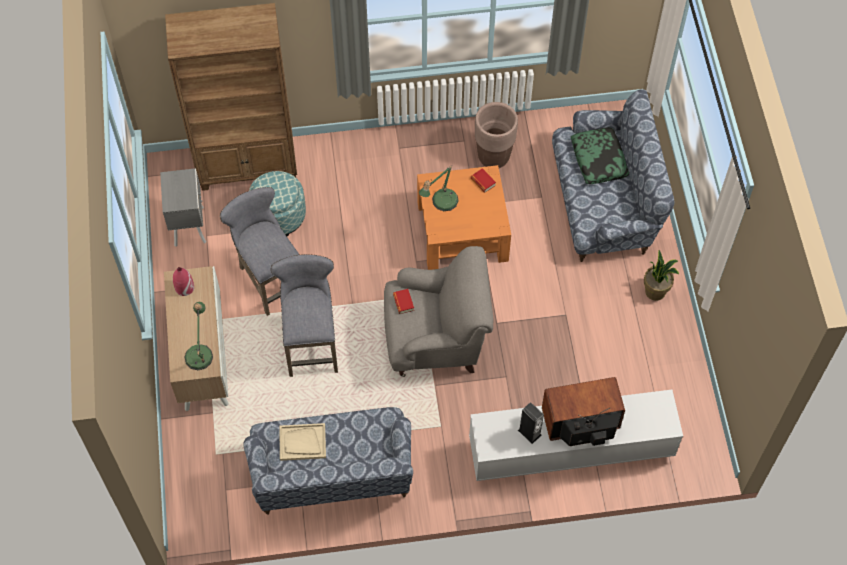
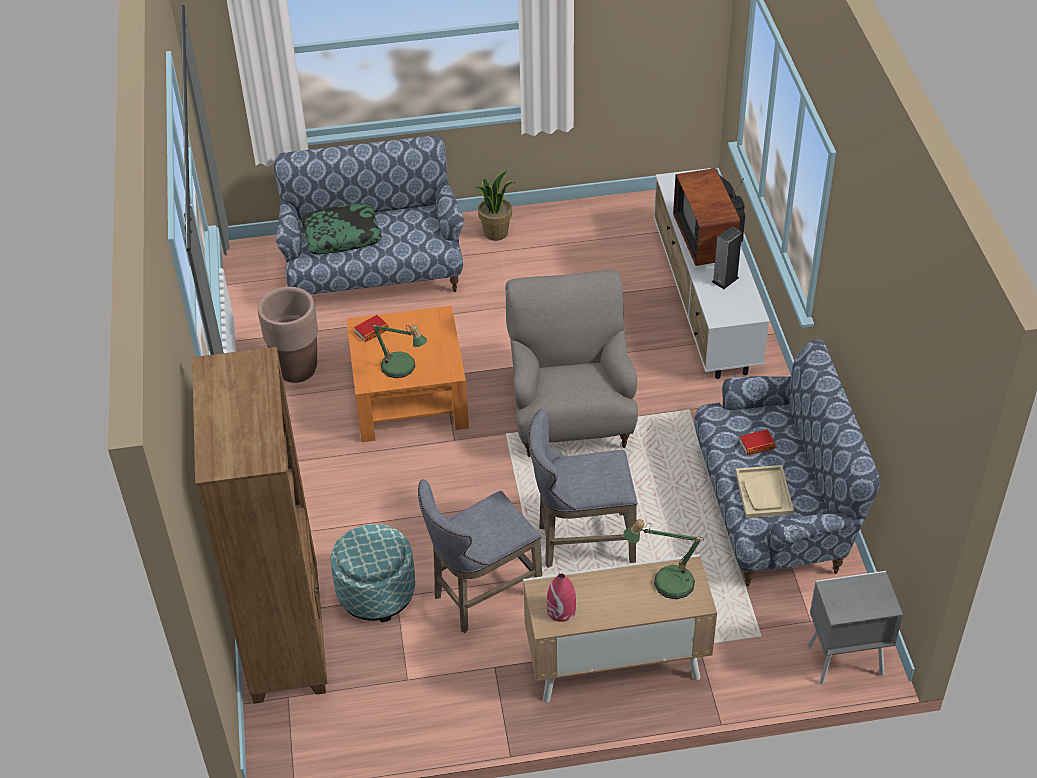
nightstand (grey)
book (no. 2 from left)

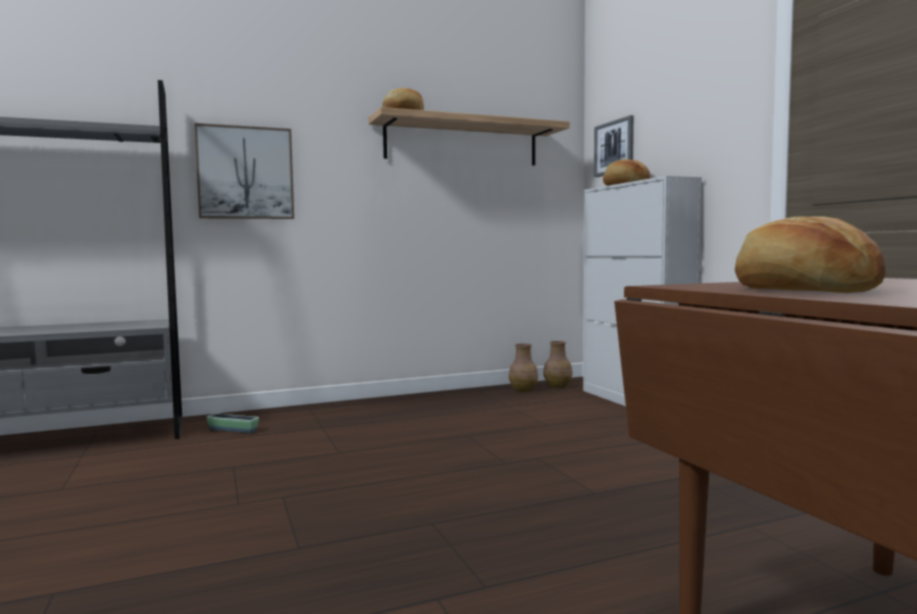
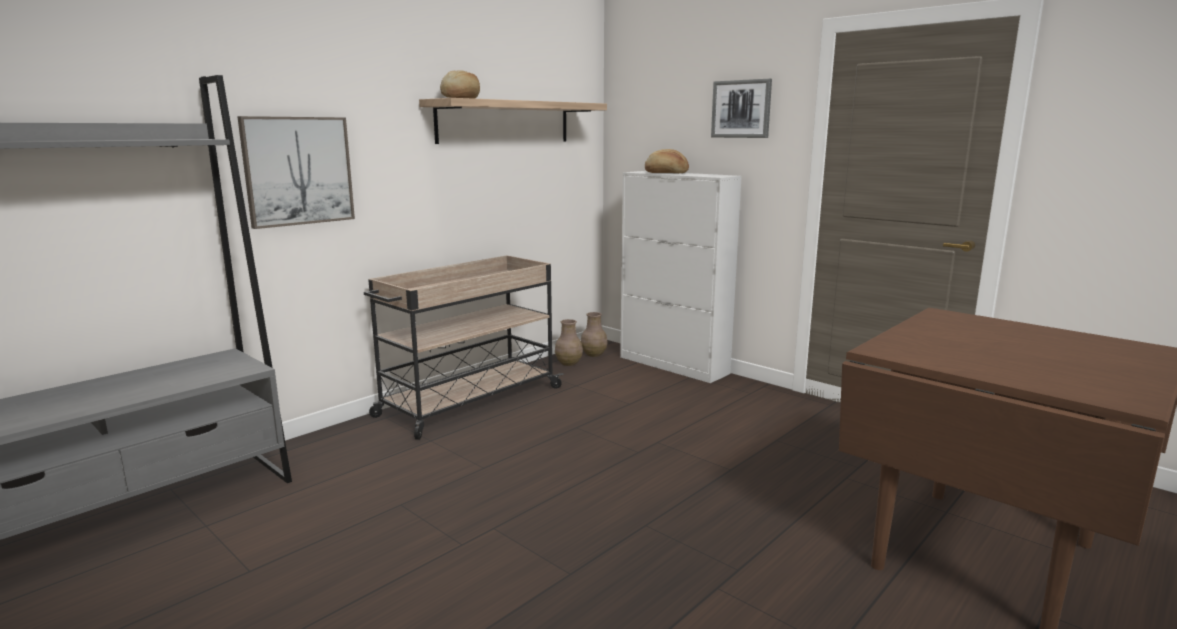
planter
picture (no. 2 from left)
bread (no. 3 from left in the first image)
cart (beige)

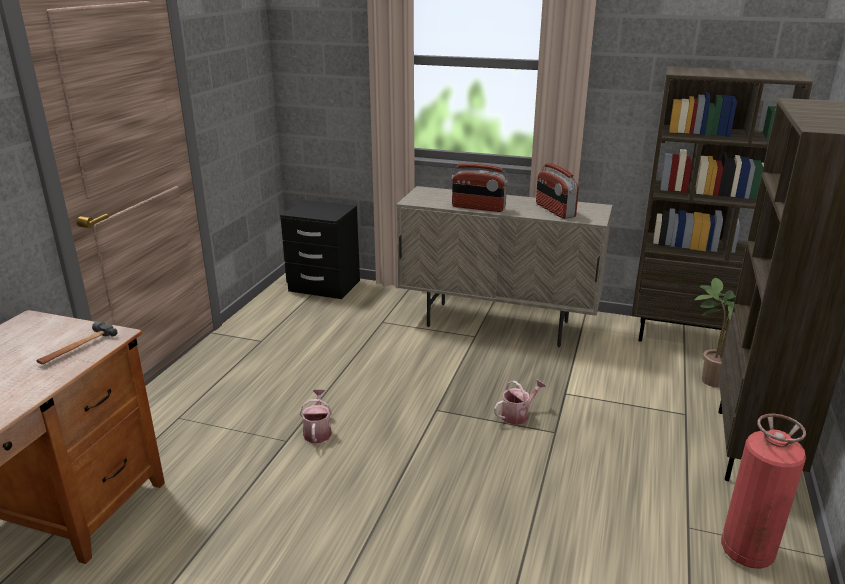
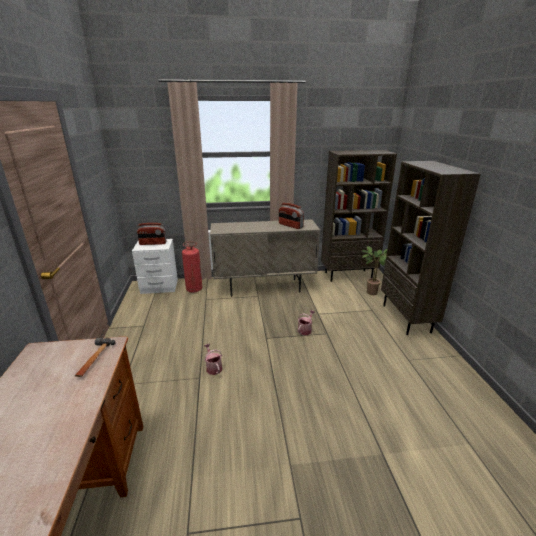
nightstand (white)
radio (no. 1 from left)
fire extinguisher

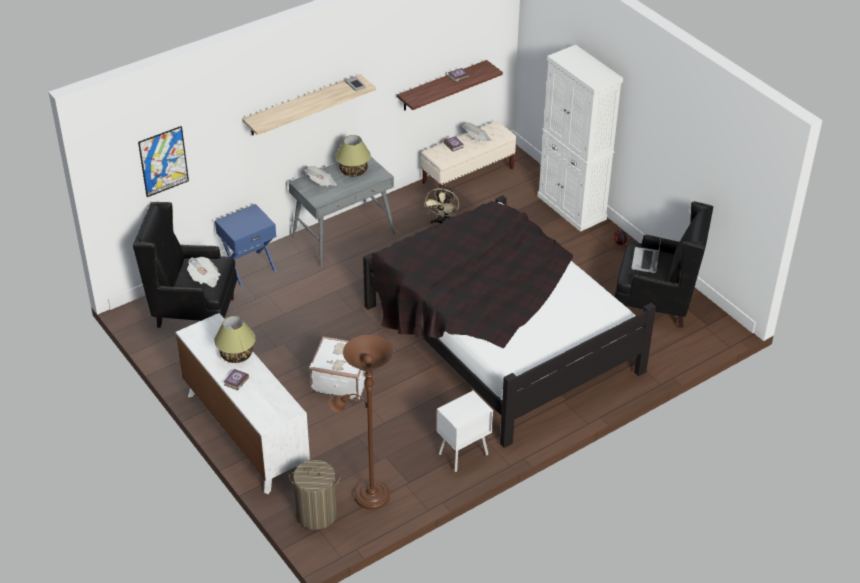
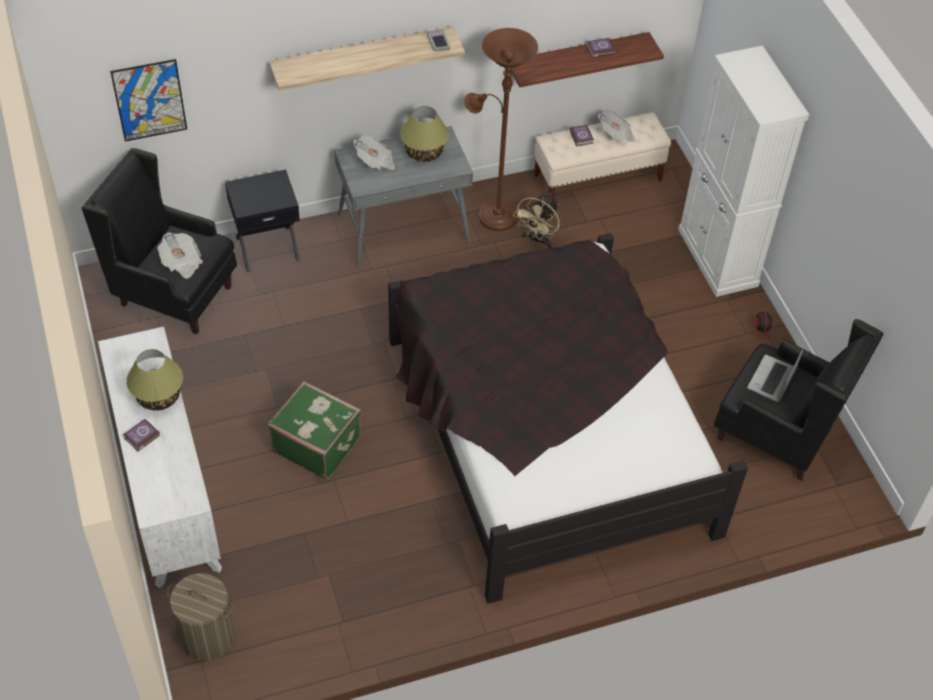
nightstand (black)
suitcase (green)
floor lamp (brown)
nightstand (white)

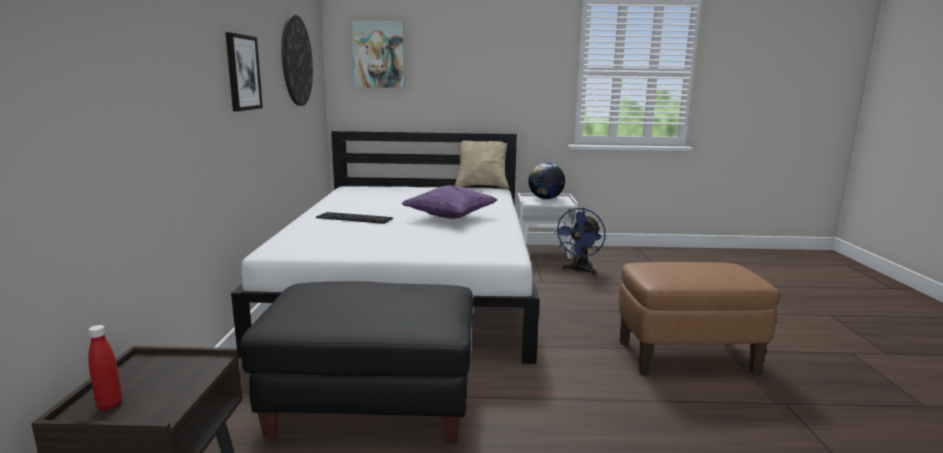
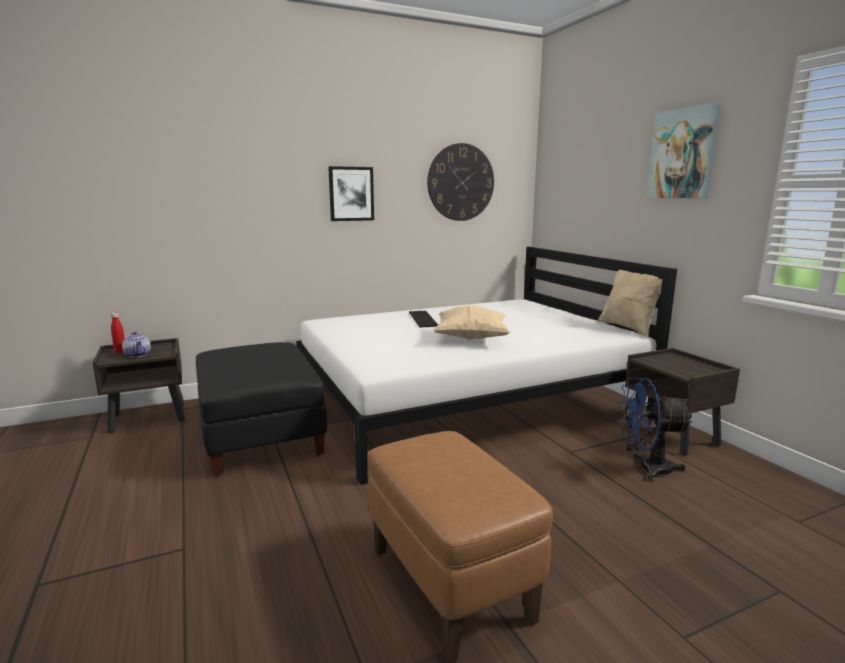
picture (no. 2 from left)
pillow (beige) (no. 1 from left)
nightstand (brown) (no. 2 from left)
globe
teapot

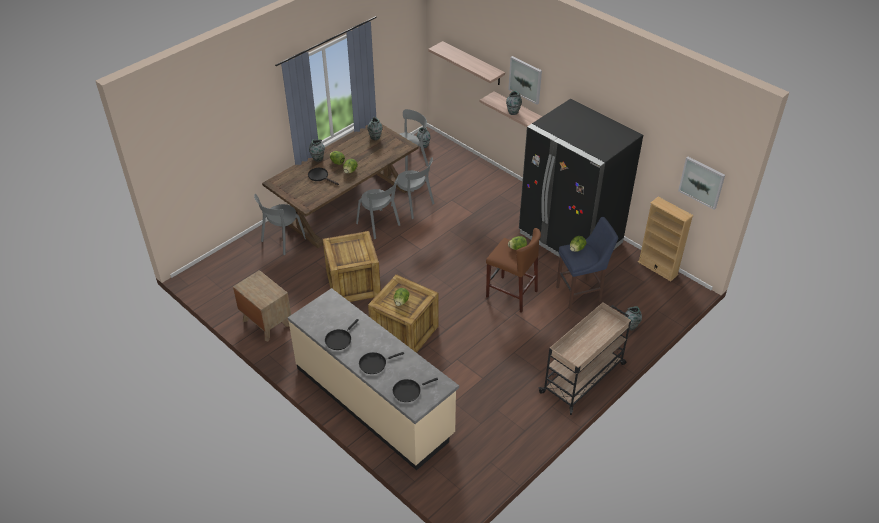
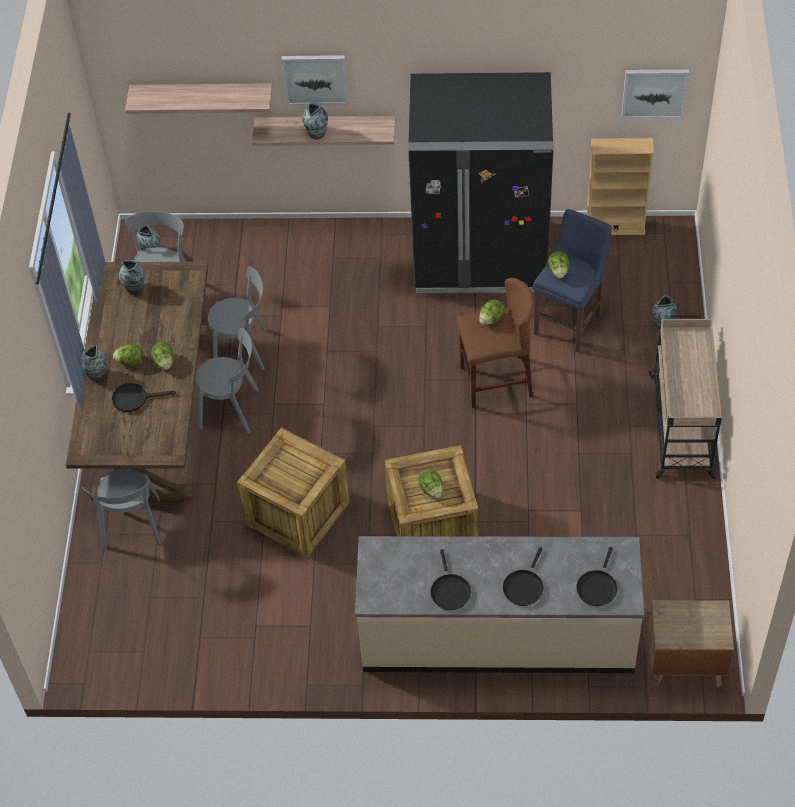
nightstand (brown)

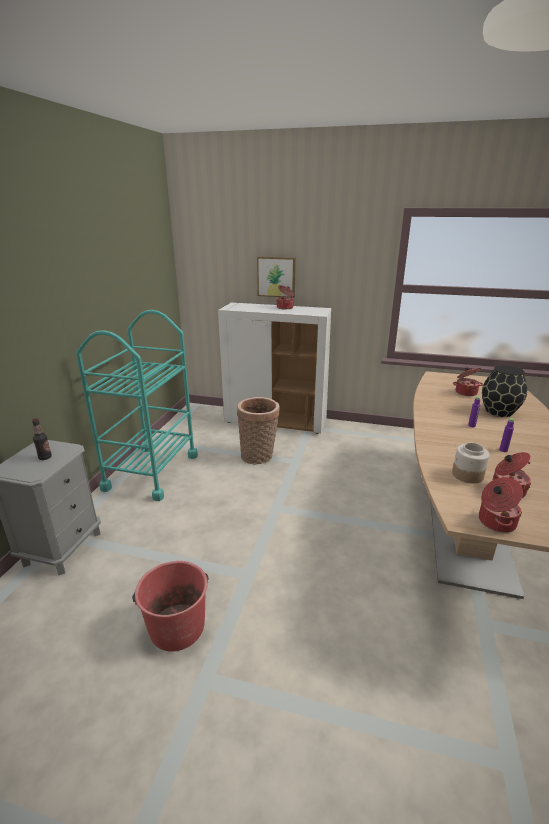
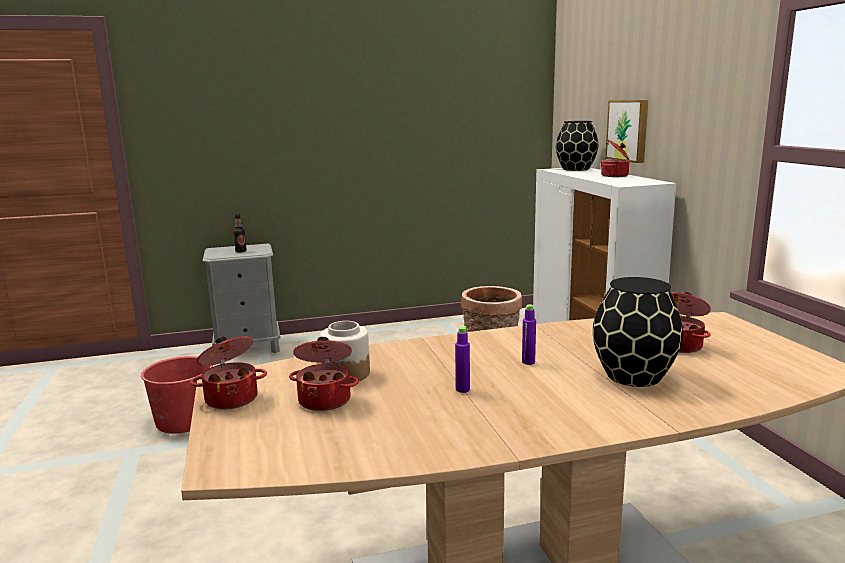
cart (turquoise)
vase (black) (no. 1 from left)

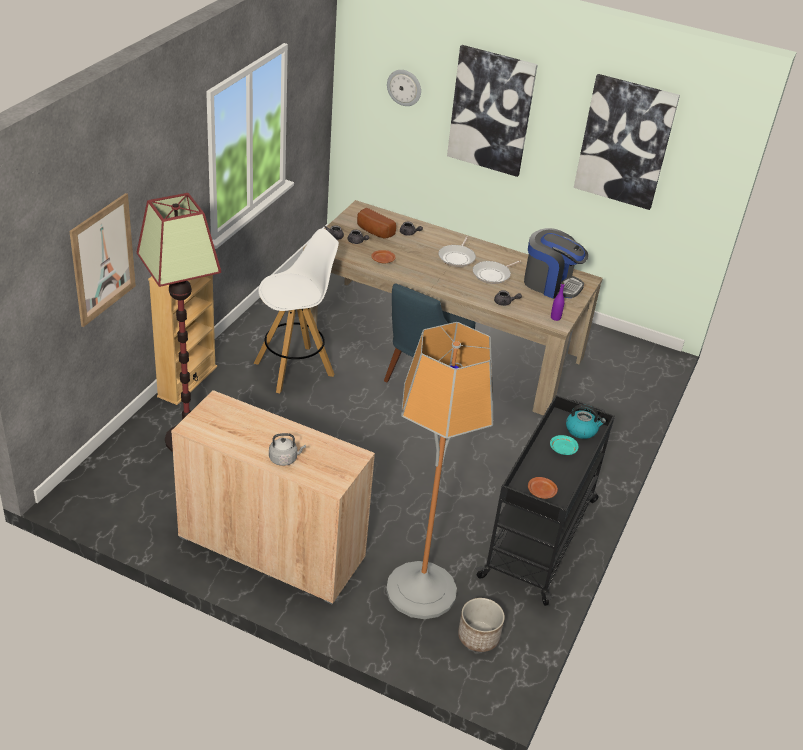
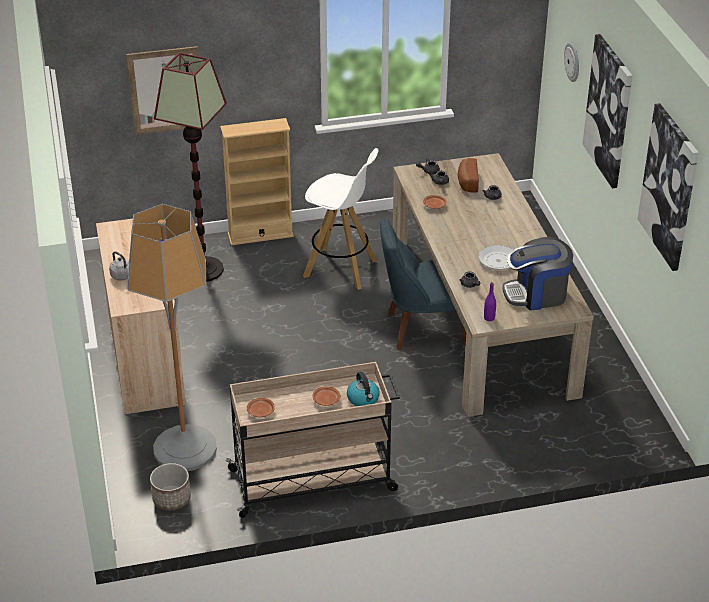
frying pan (no. 1 from left in the first image)
cart (beige)
coffee machine
plate (brown) (no. 2 from left)

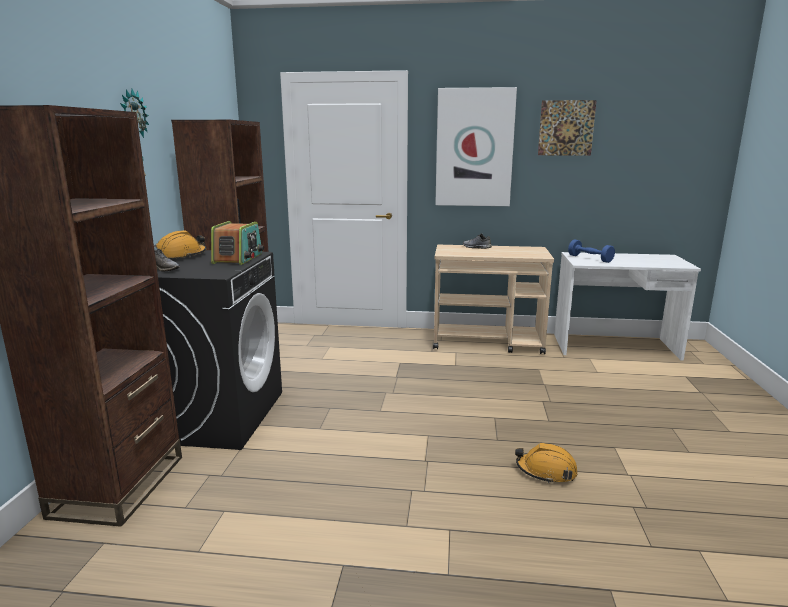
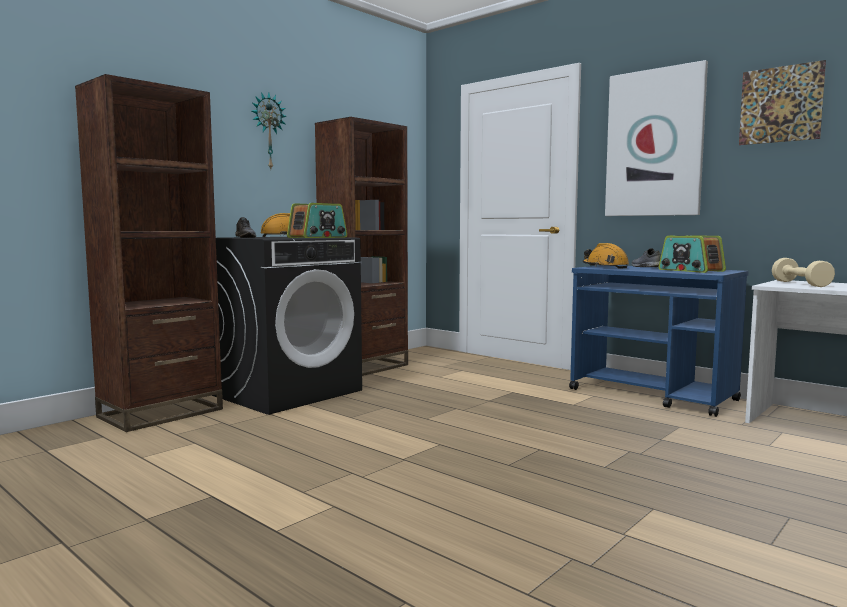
cart (blue)
hard hat (orange) (no. 2 from left)
dumbbell (beige)
radio (no. 2 from left)

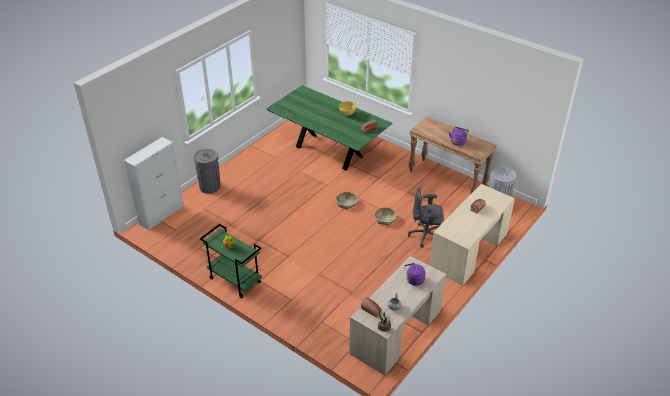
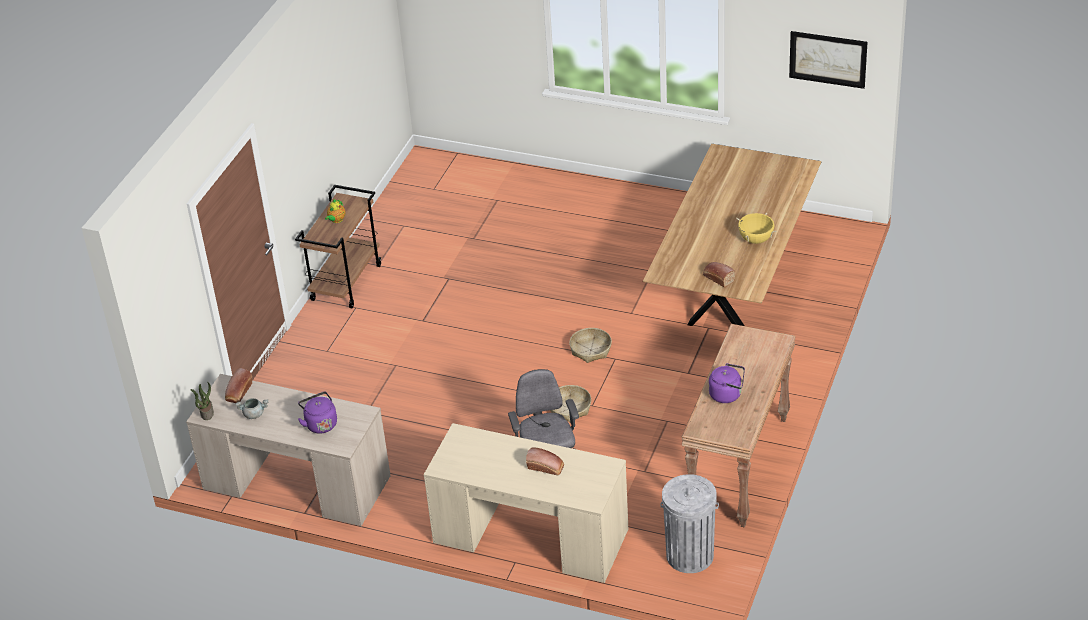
cabinet (white)
trash can (grey) (no. 1 from left in the first image)
cart (brown)
dining table (brown)
picture

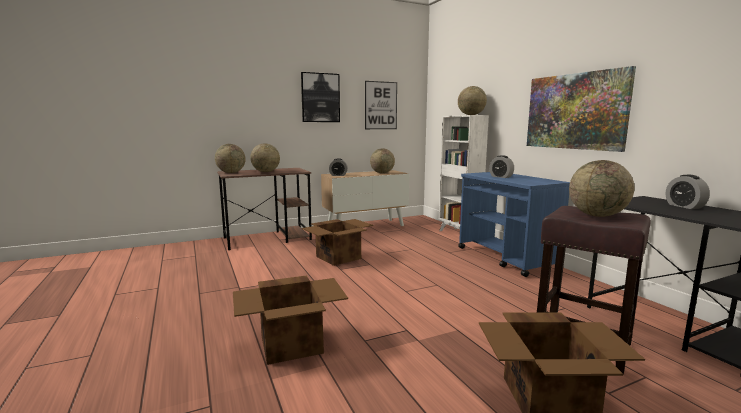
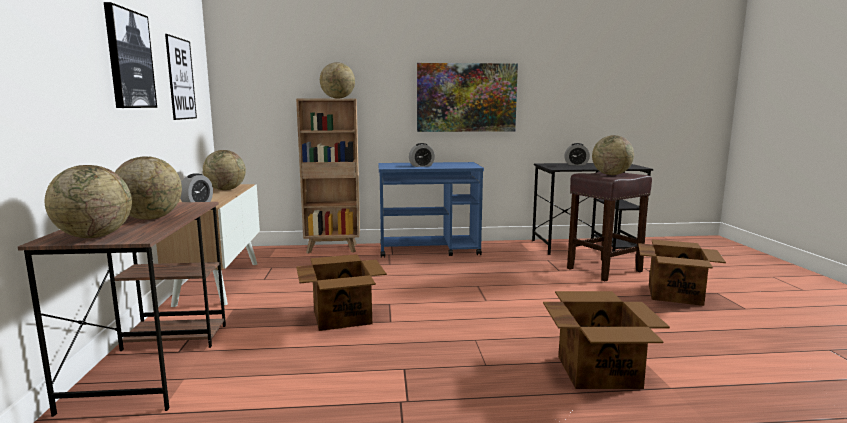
bookcase (brown)

